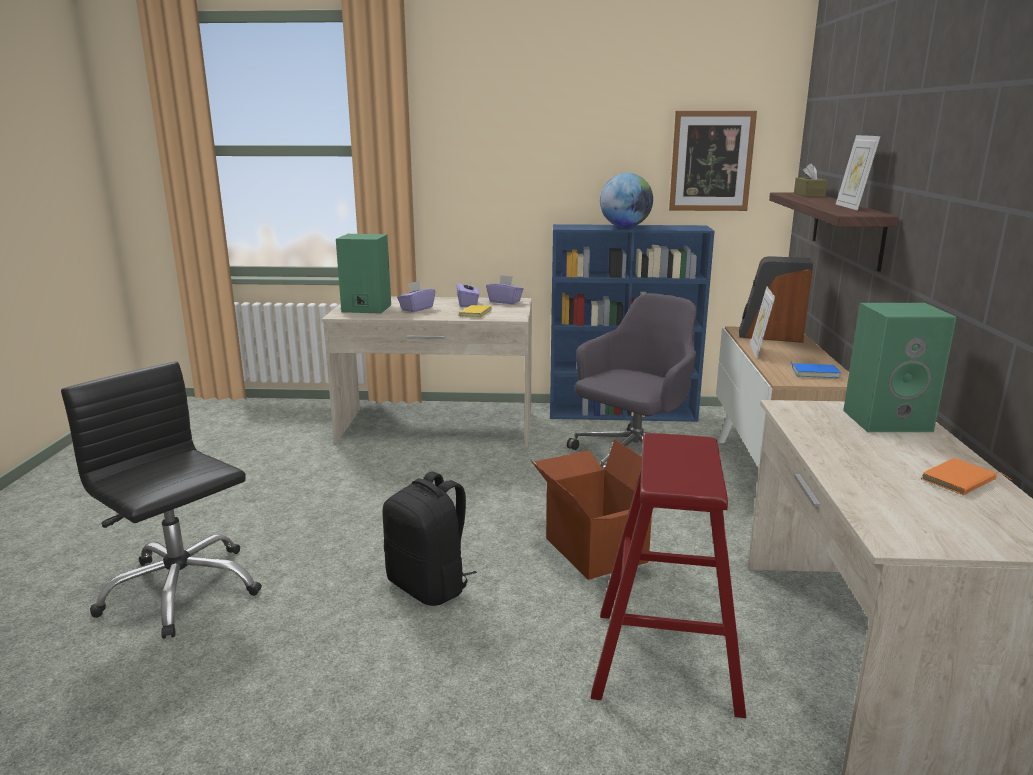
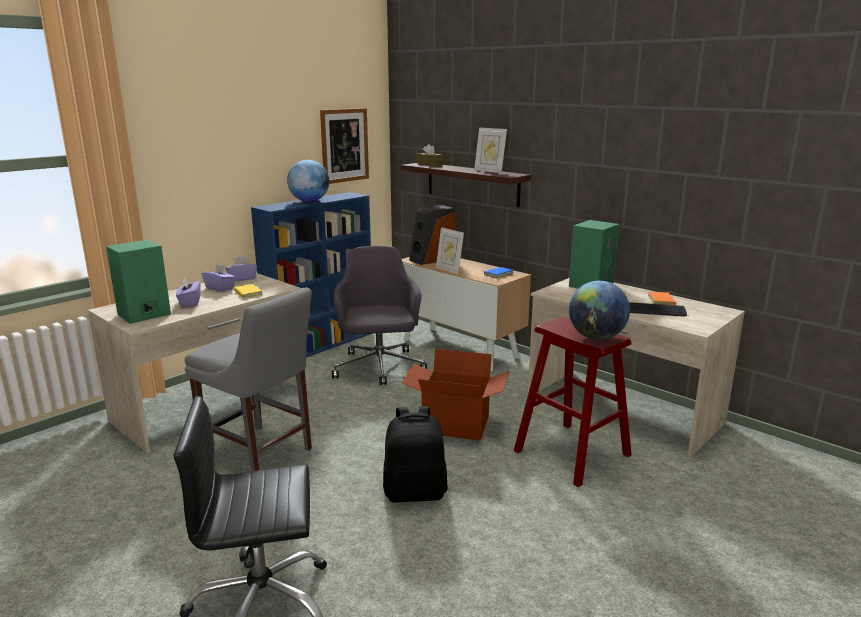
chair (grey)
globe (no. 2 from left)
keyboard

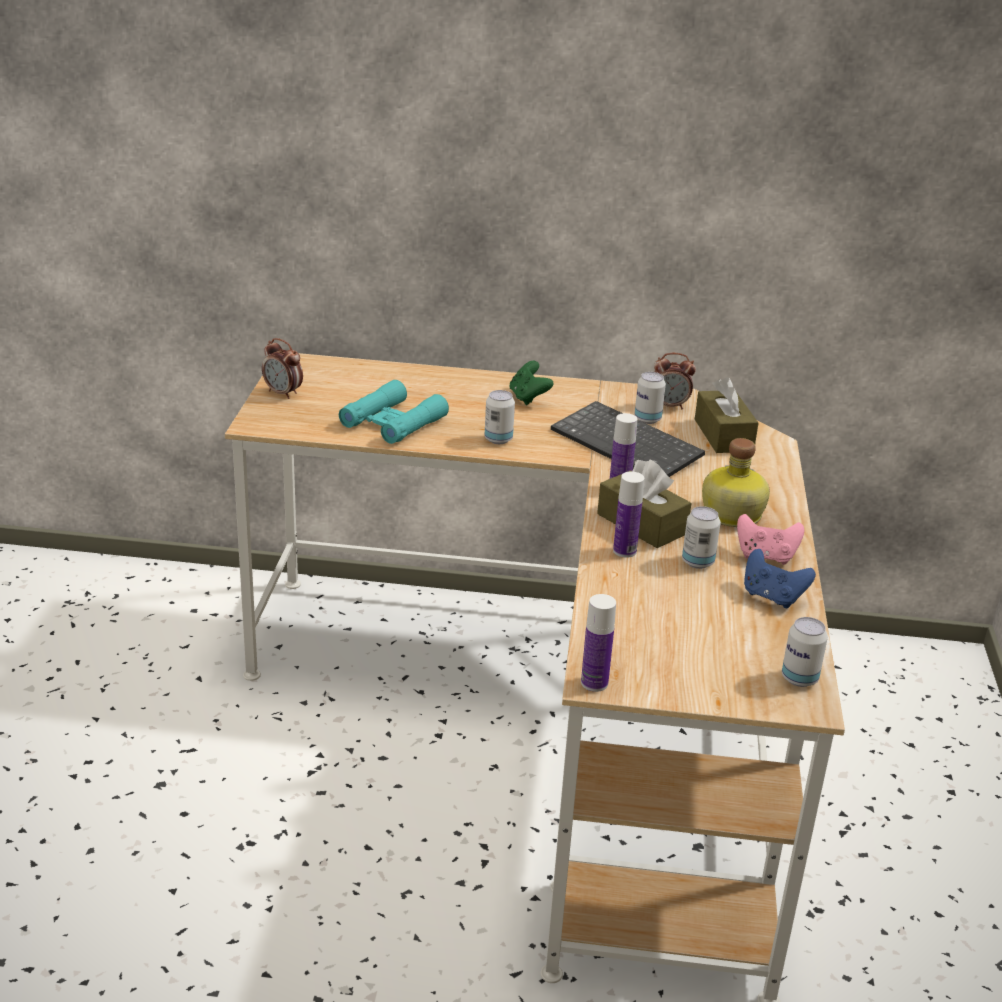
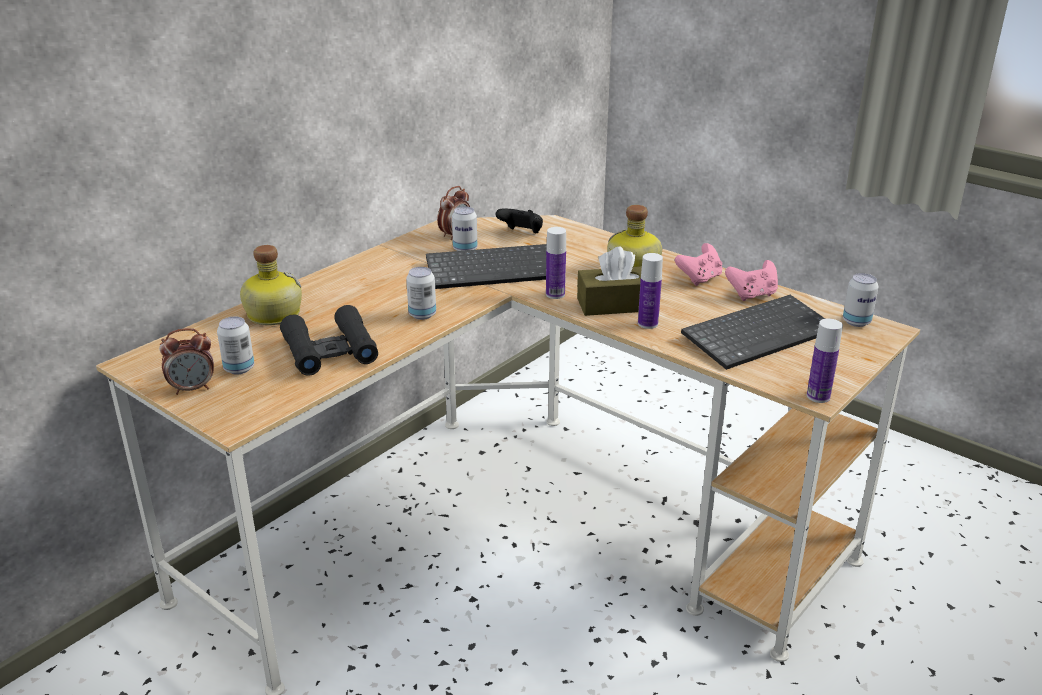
binoculars (black)
game controller (green)
can (no. 1 from left)
game controller (black)
game controller (pink) (no. 2 from left)
bottle (no. 1 from left)
keyboard (no. 2 from left)

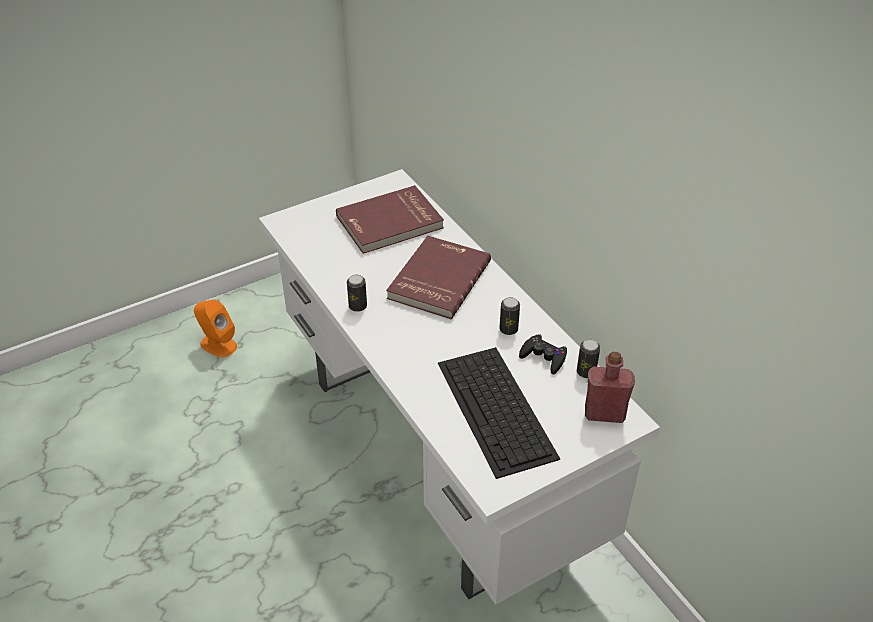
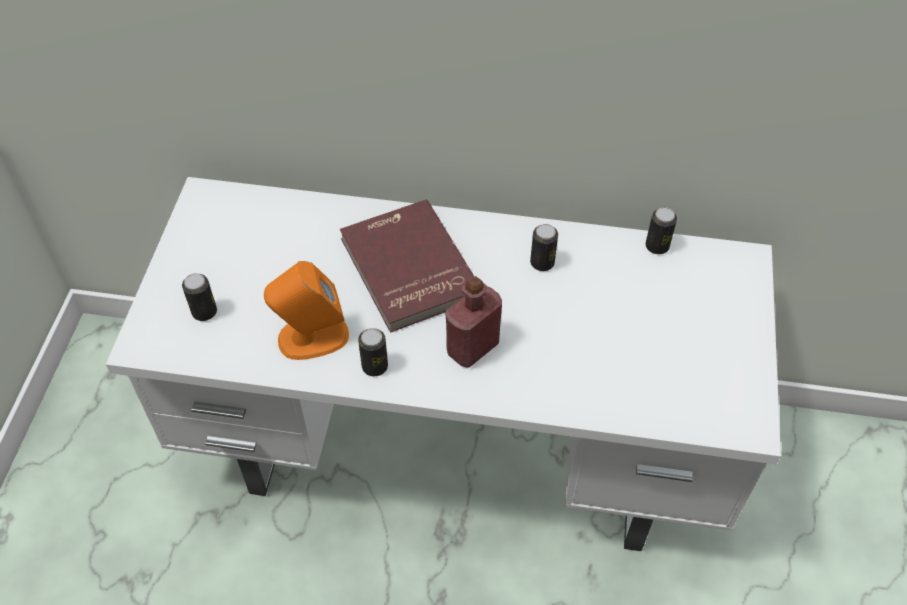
speaker (orange)
book (red) (no. 1 from left in the first image)
keyboard
game controller (black)
bottle (red)
can (no. 1 from left)

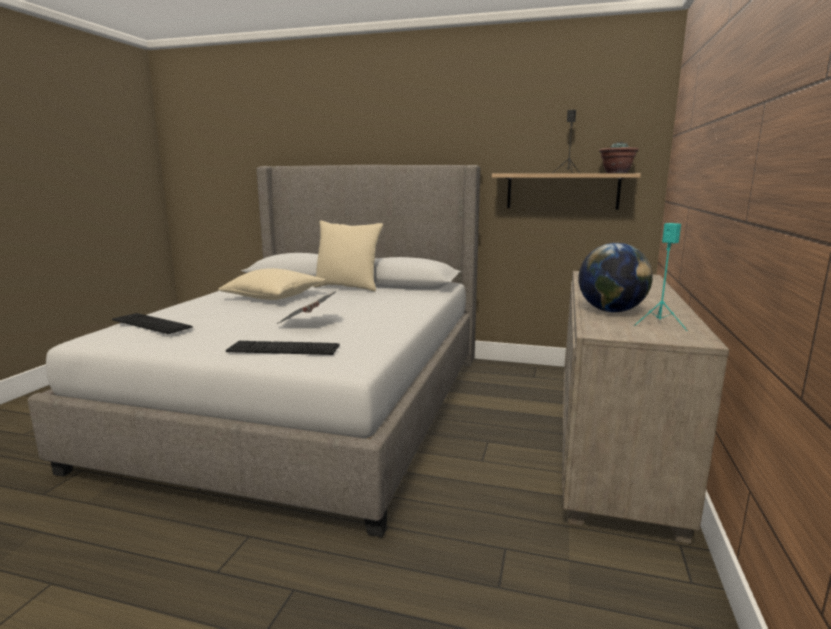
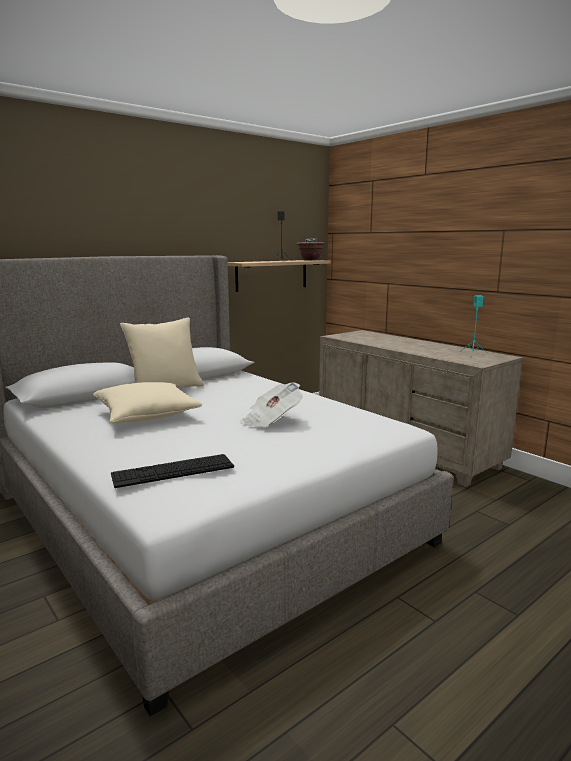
keyboard (no. 2 from left in the first image)
globe

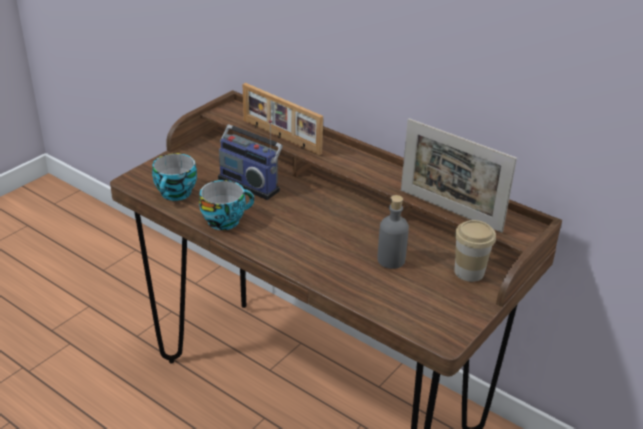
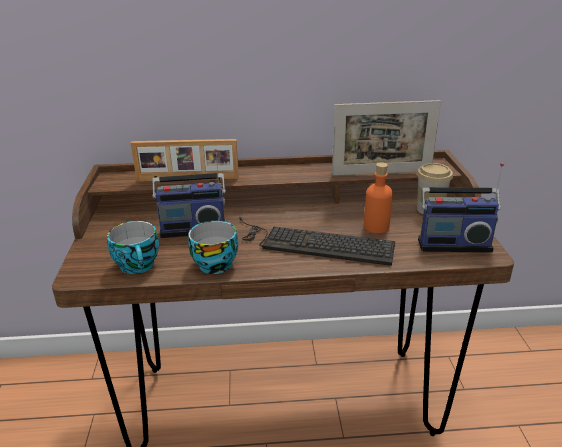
bottle (orange)
keyboard
radio (no. 2 from left)

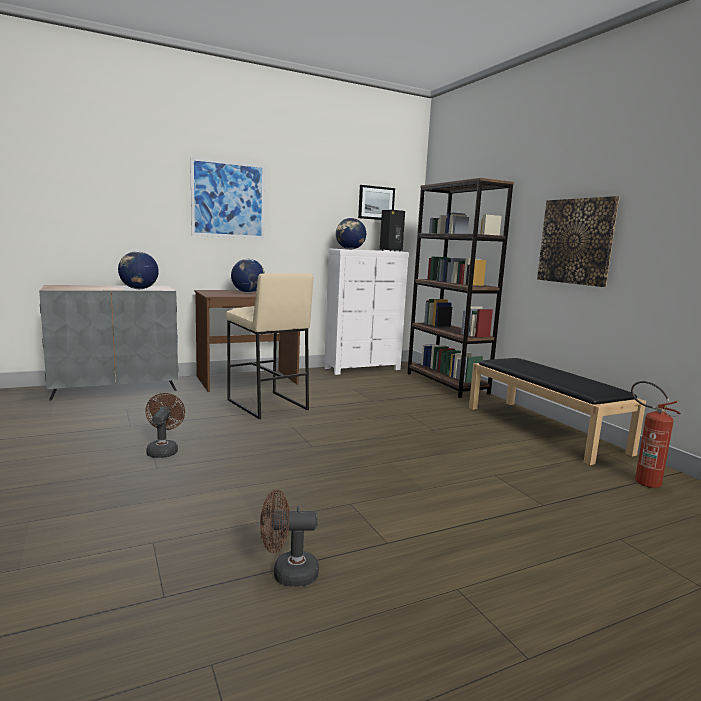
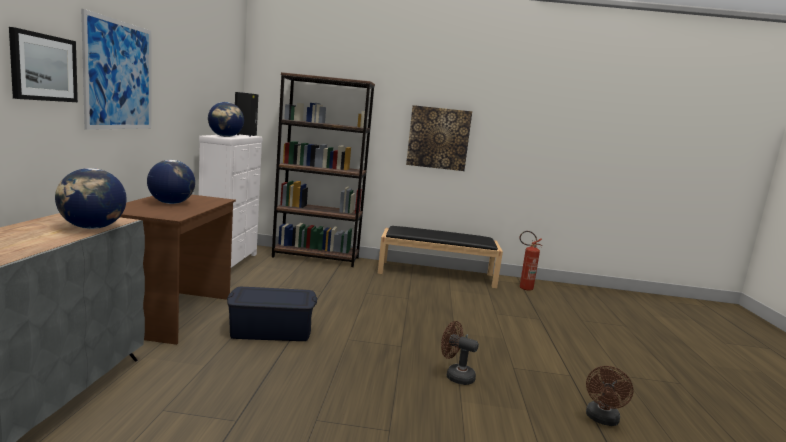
fan (brown) (no. 1 from left)
storage box (blue)
picture (no. 1 from left)

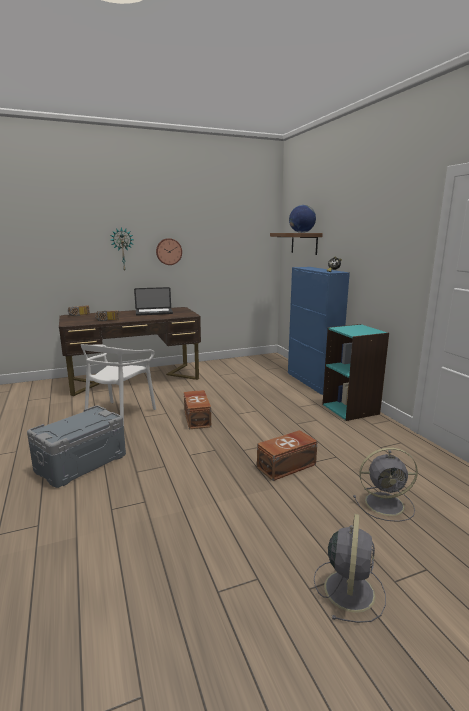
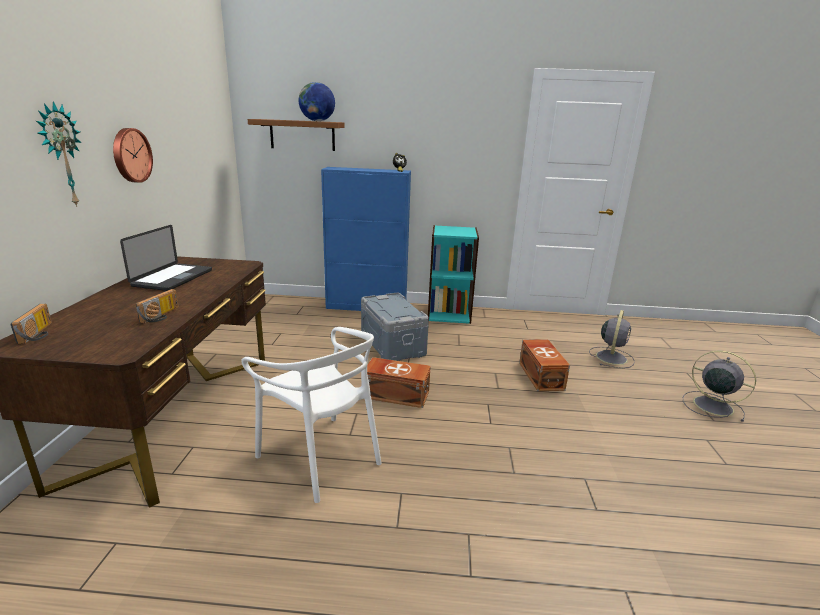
storage box (grey)

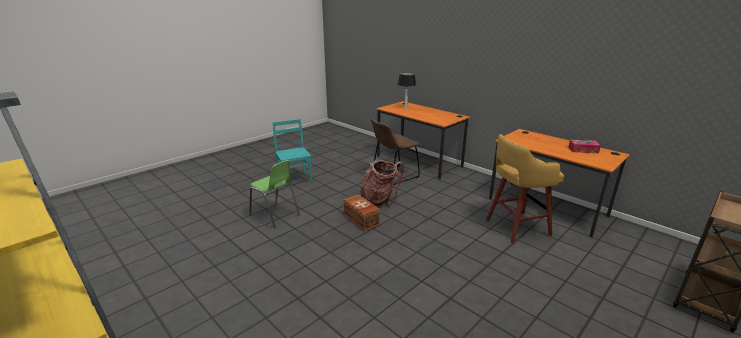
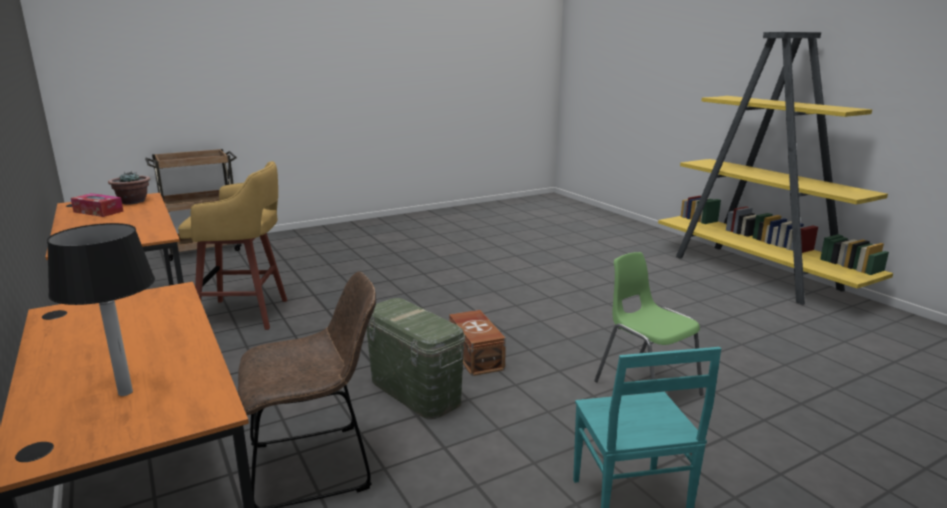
storage box (green)
potted plant

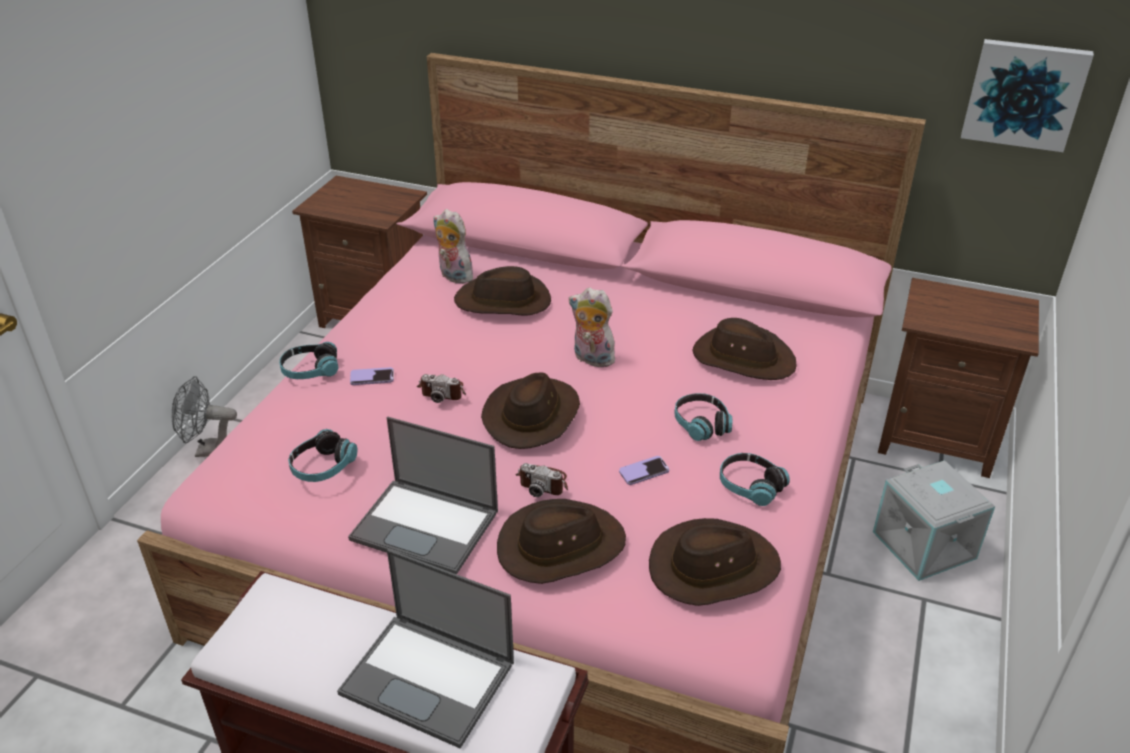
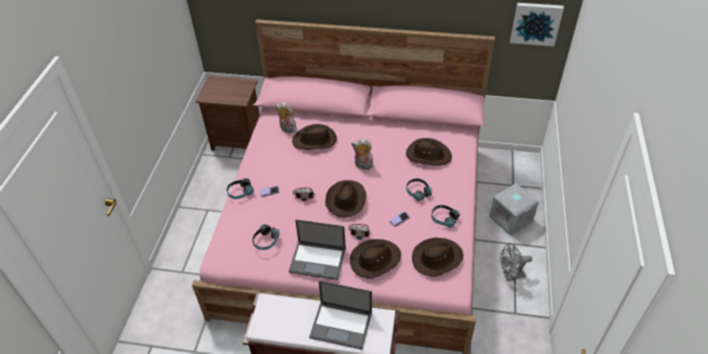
fan (grey)
nightstand (brown) (no. 2 from left in the first image)

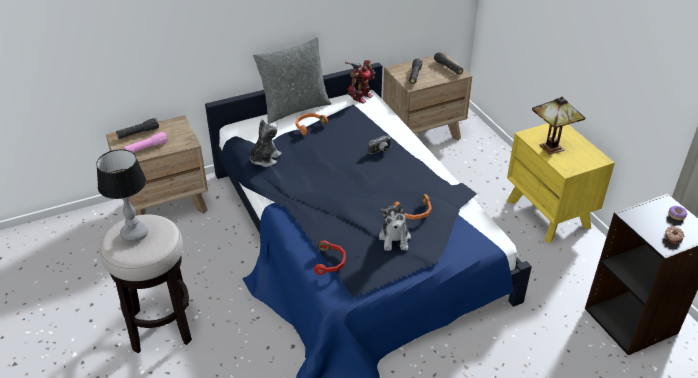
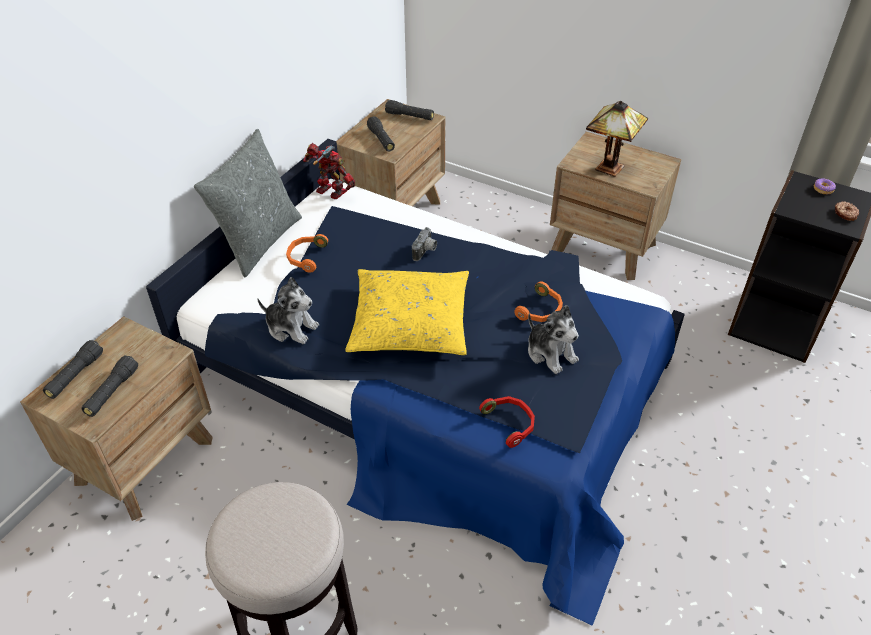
table lamp (no. 1 from left in the first image)
flashlight (black) (no. 2 from left)
plush toy (no. 1 from left)
toy robot
nightstand (brown) (no. 3 from left)
pillow (yellow)

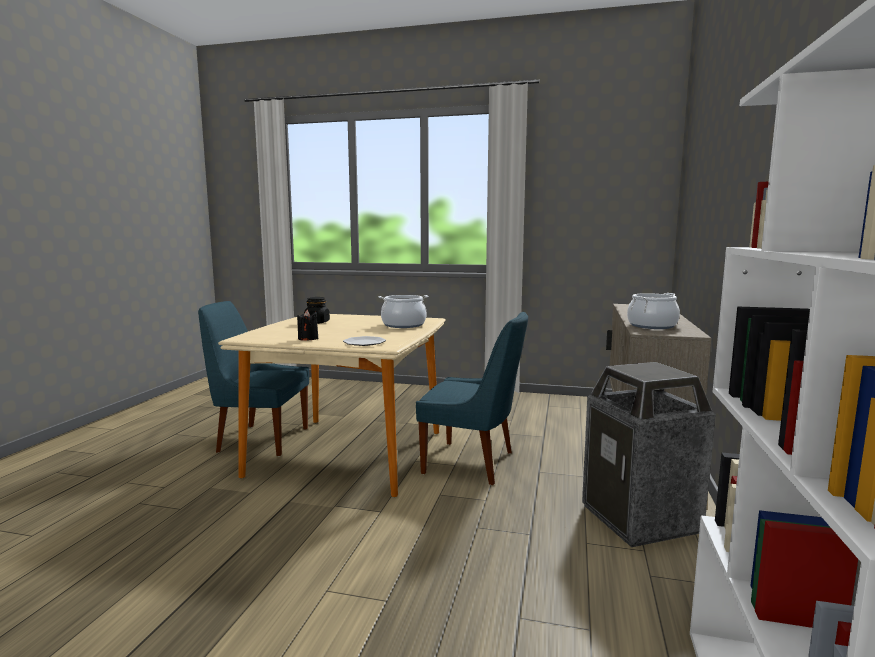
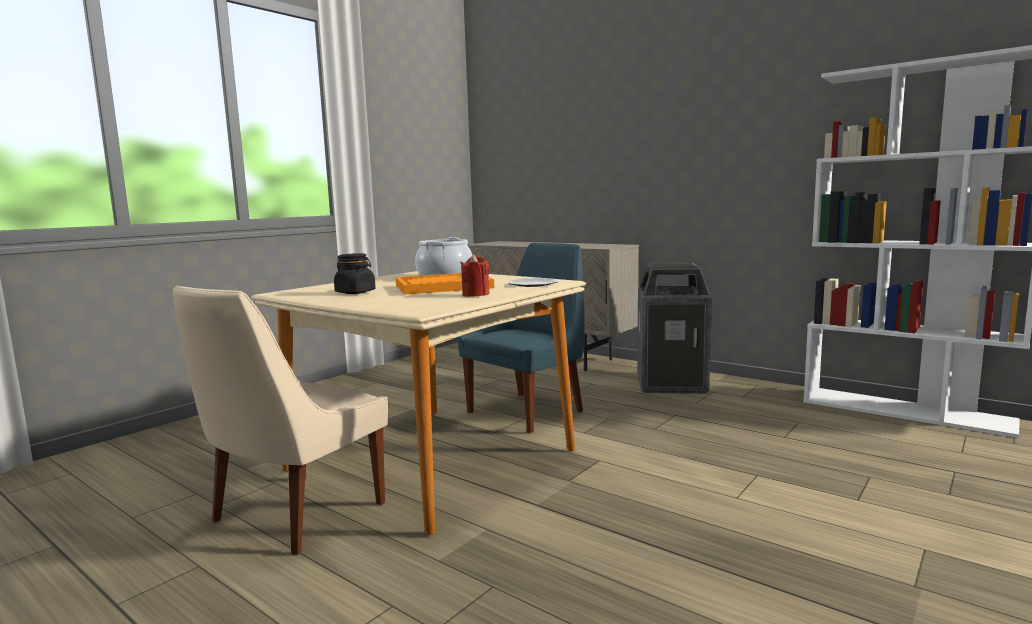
chair (beige)
candle (red)
cooking pot (no. 2 from left in the first image)
tray (orange)

